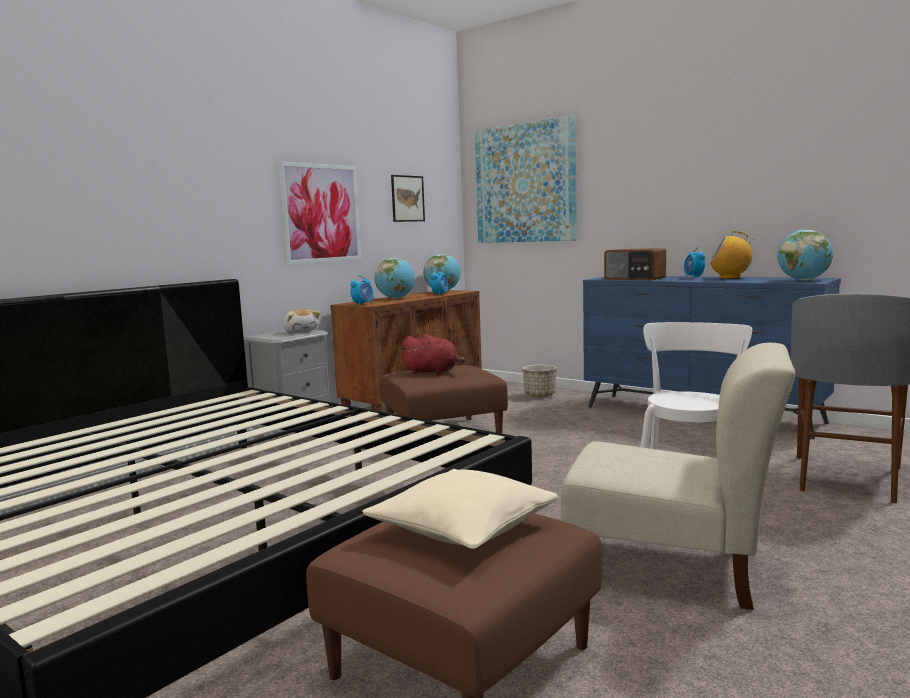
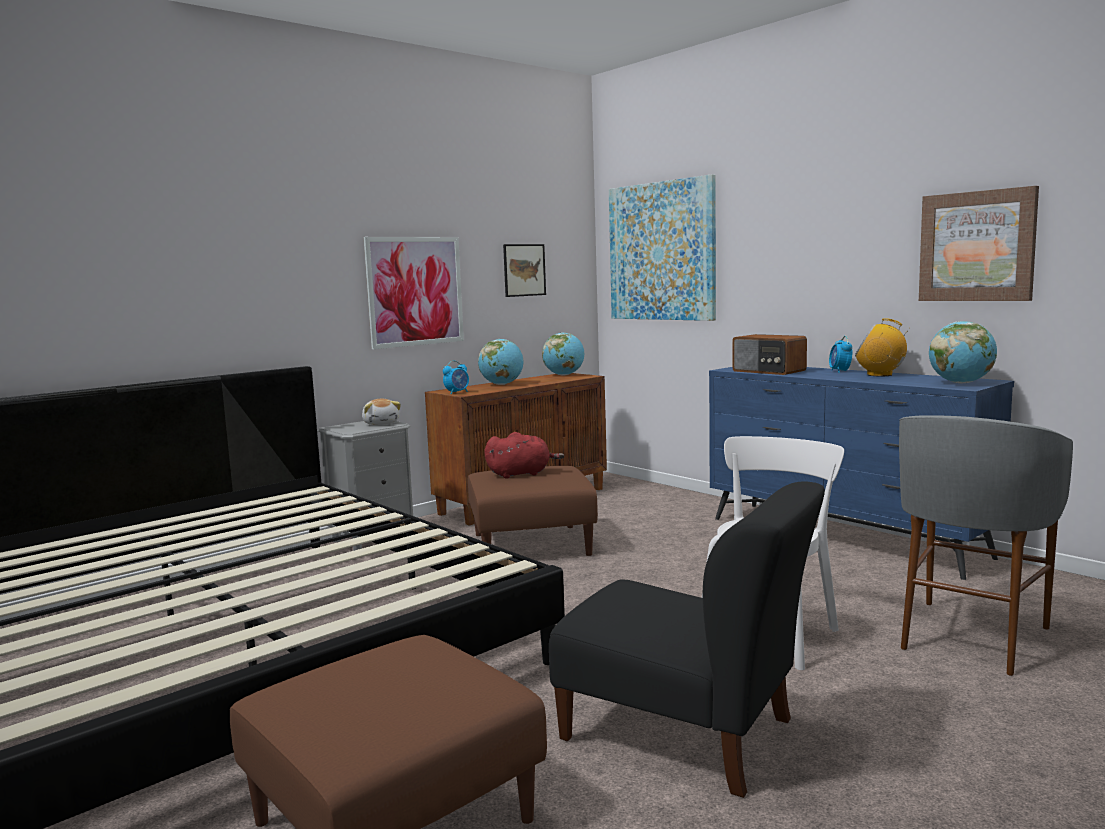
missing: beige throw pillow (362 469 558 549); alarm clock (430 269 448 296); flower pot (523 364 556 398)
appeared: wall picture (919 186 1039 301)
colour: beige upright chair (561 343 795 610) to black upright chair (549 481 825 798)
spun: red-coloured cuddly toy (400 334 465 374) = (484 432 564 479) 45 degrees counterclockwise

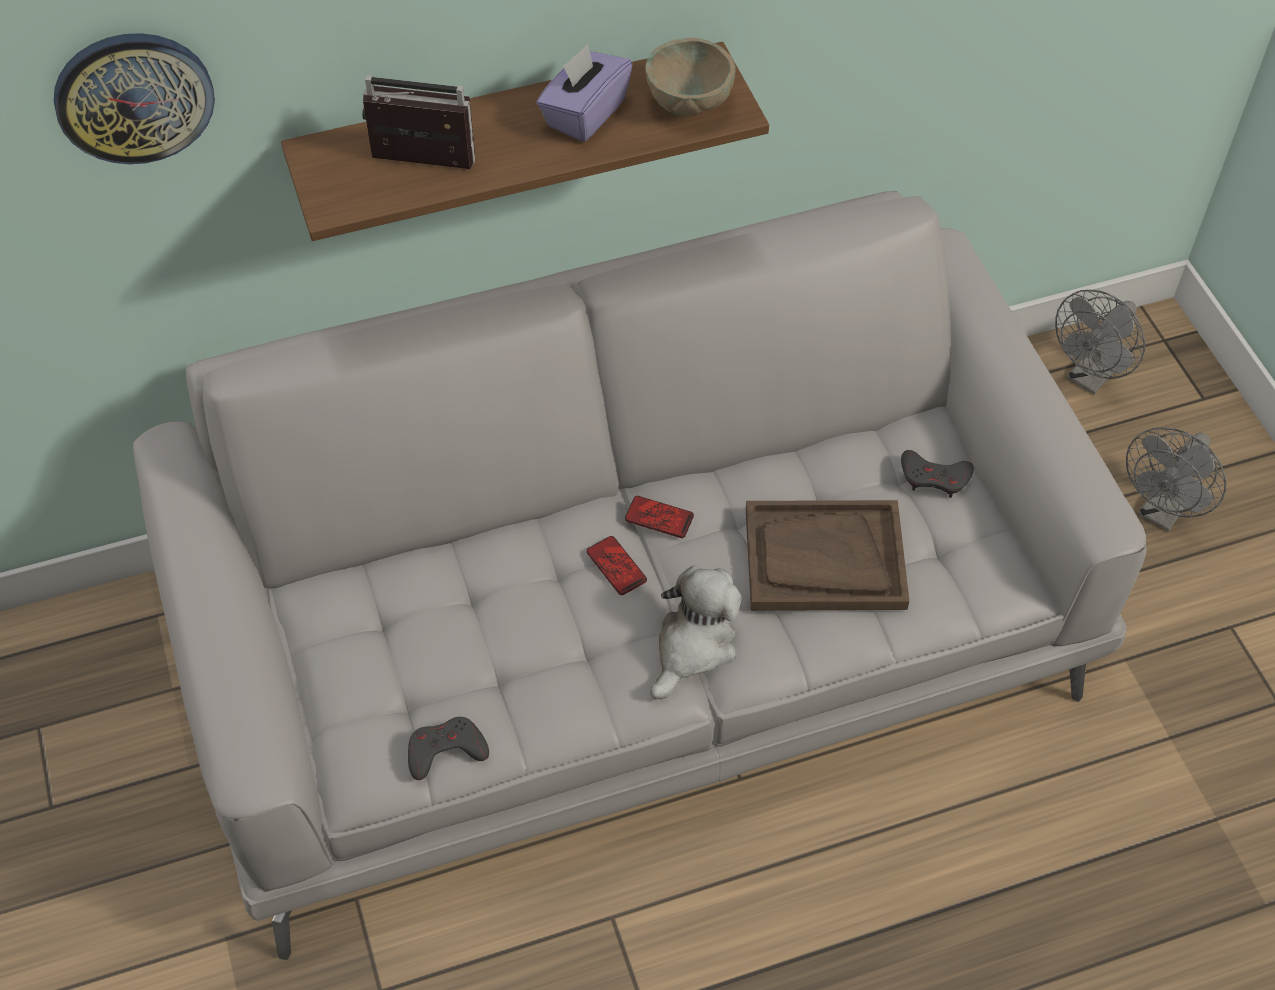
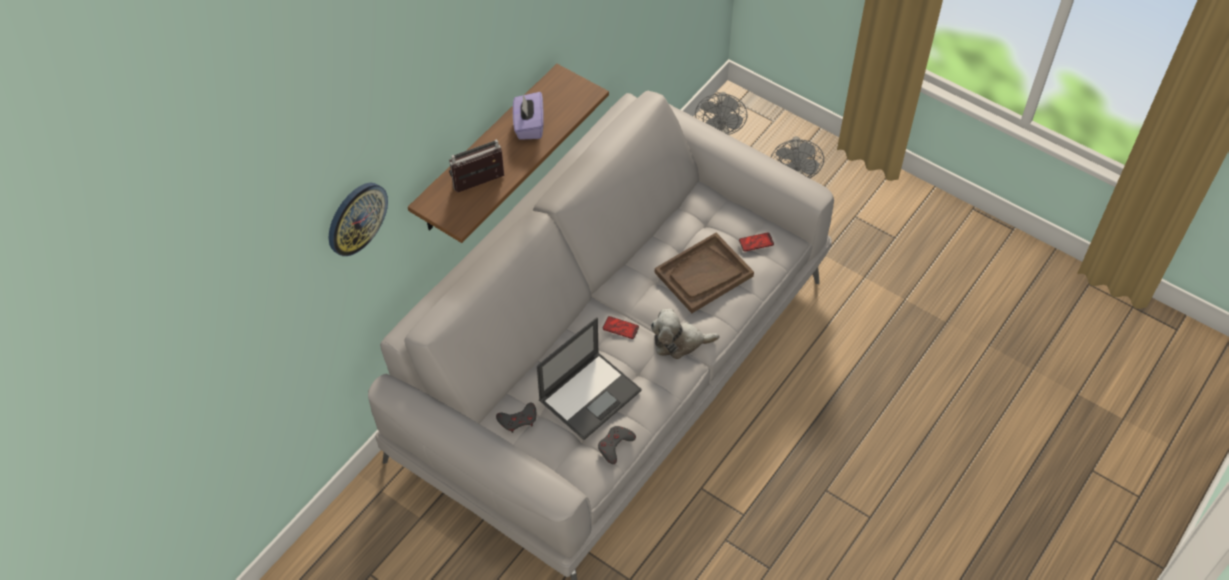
missing: beige bowl (646 38 735 116)
appeared: laptop (537 317 642 440)
relocated: gray game controller (901 450 974 498) to (496 403 536 433); phone (625 496 694 538) to (739 232 774 252)
spun: cuddly toy (650 565 742 699) = (651 309 720 359) 90 degrees counterclockwise

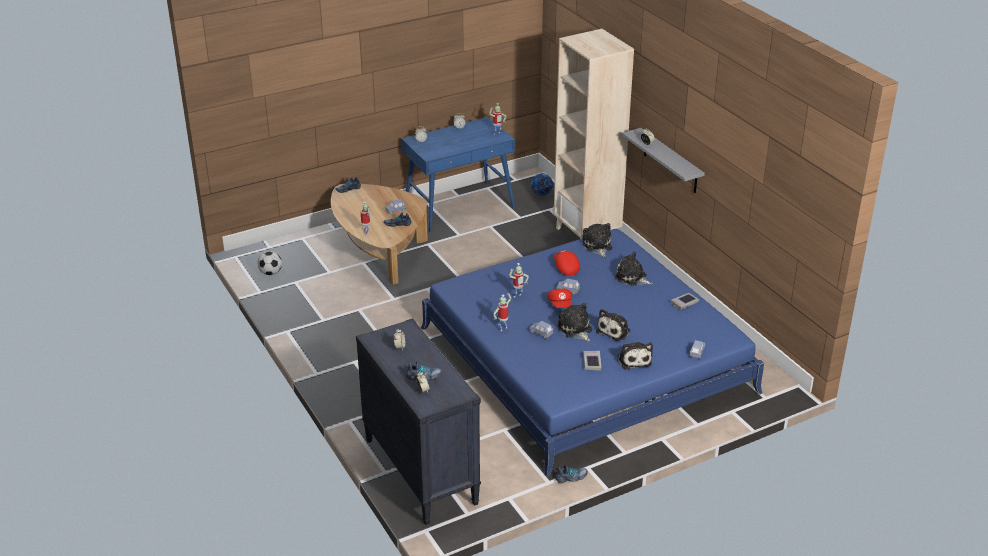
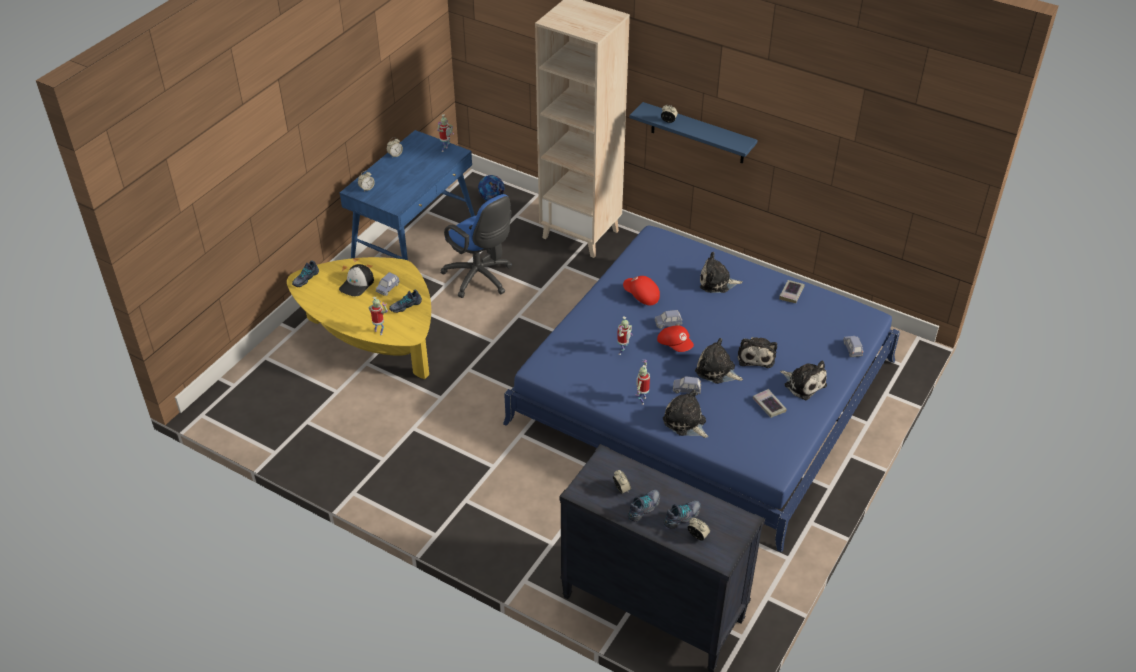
missing: football (258 251 282 275)
appeared: baseball cap (339 264 374 296); blue-coloured computer chair (440 194 512 298)
relocated: shoe (555 465 588 483) to (627 489 660 522); cuddly toy (582 223 612 257) to (663 390 708 438)
colour: brownish low table (331 184 428 285) to yellow low table (287 257 431 379); gray bracket shelf (622 128 705 193) to blue-coloured bracket shelf (630 102 757 164)

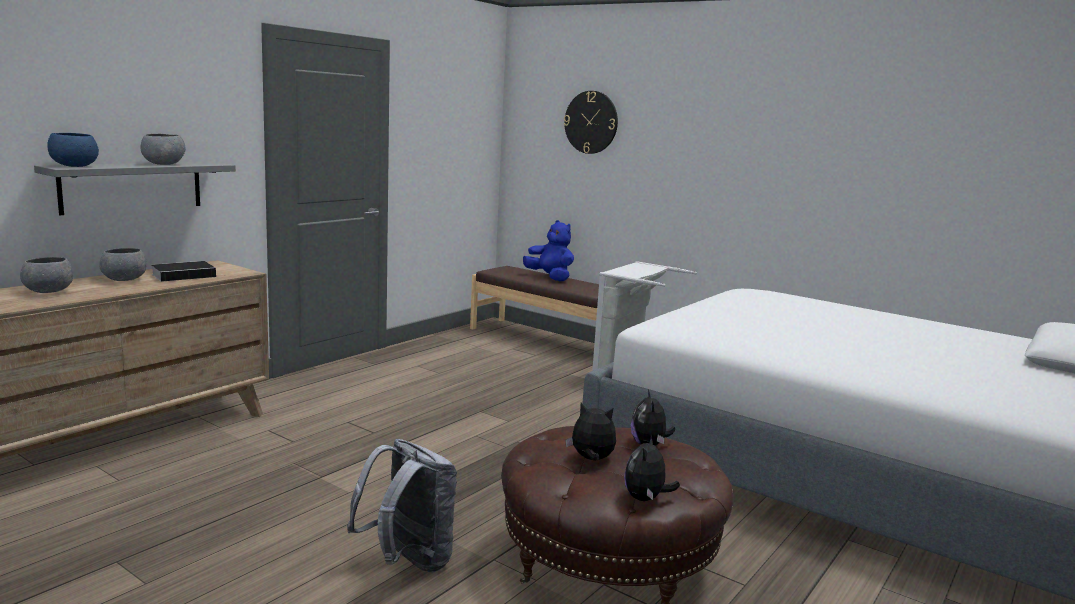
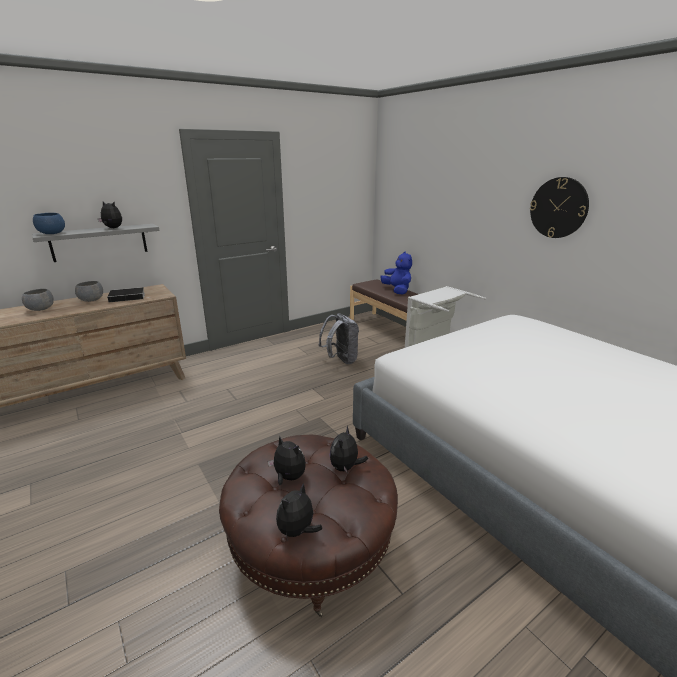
relocated: gray backpack (347 439 457 573) to (319 313 359 364); hanging clock (564 91 618 154) to (530 177 589 238)
exchanged: gray bowl (141 134 186 165) to cuddly toy (98 201 122 228)

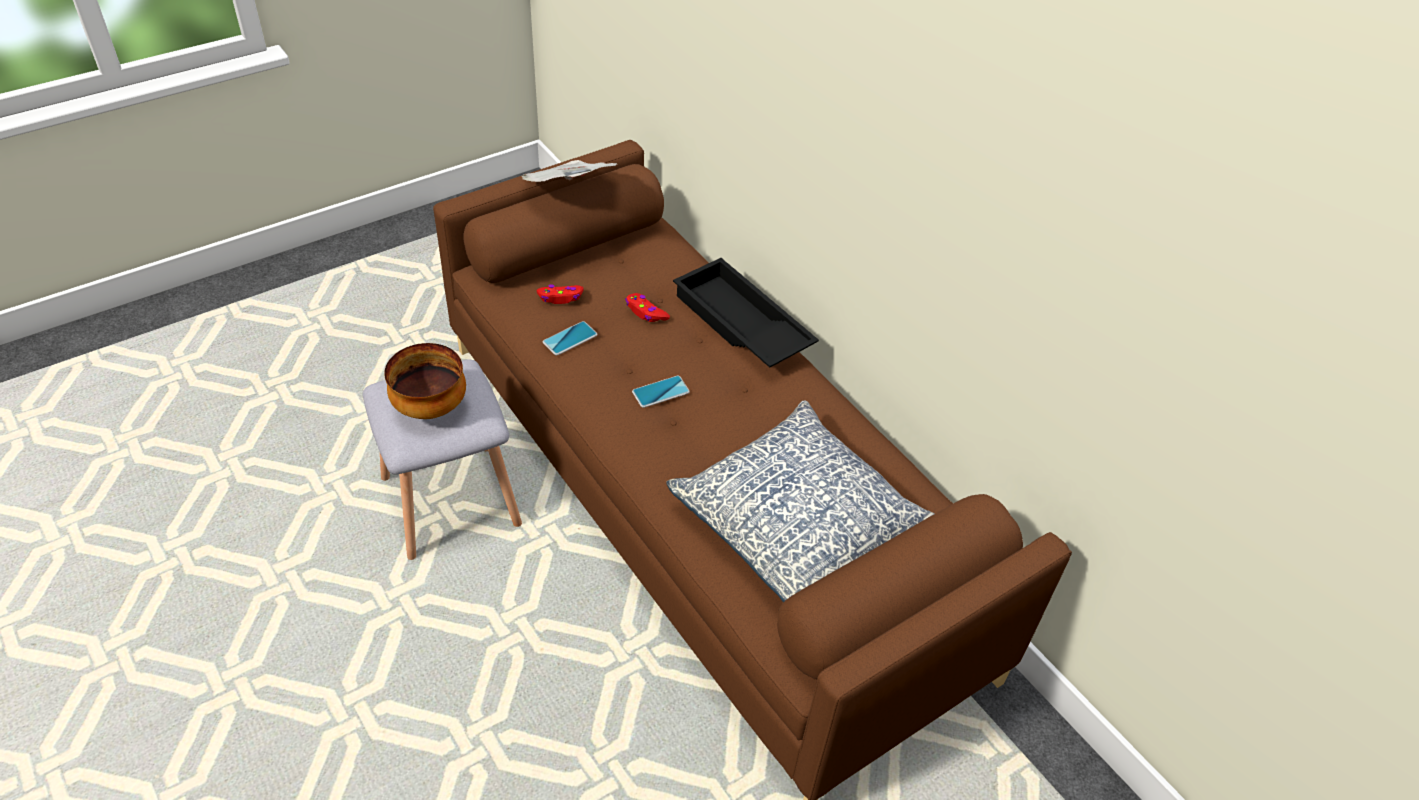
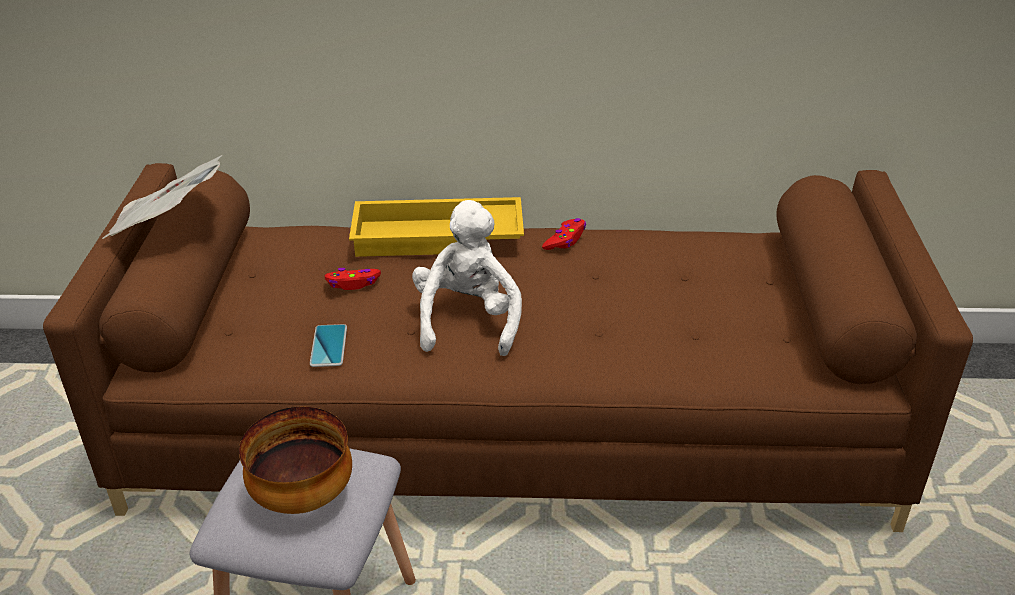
missing: throw pillow (666 401 935 602)
relocated: red-coloured game controller (537 285 584 304) to (542 218 586 250)
exchanged: phone (632 376 690 408) to white-coloured cuddly toy (412 200 522 356)
colour: black carrying tray (673 258 819 368) to yellow carrying tray (349 197 524 257)

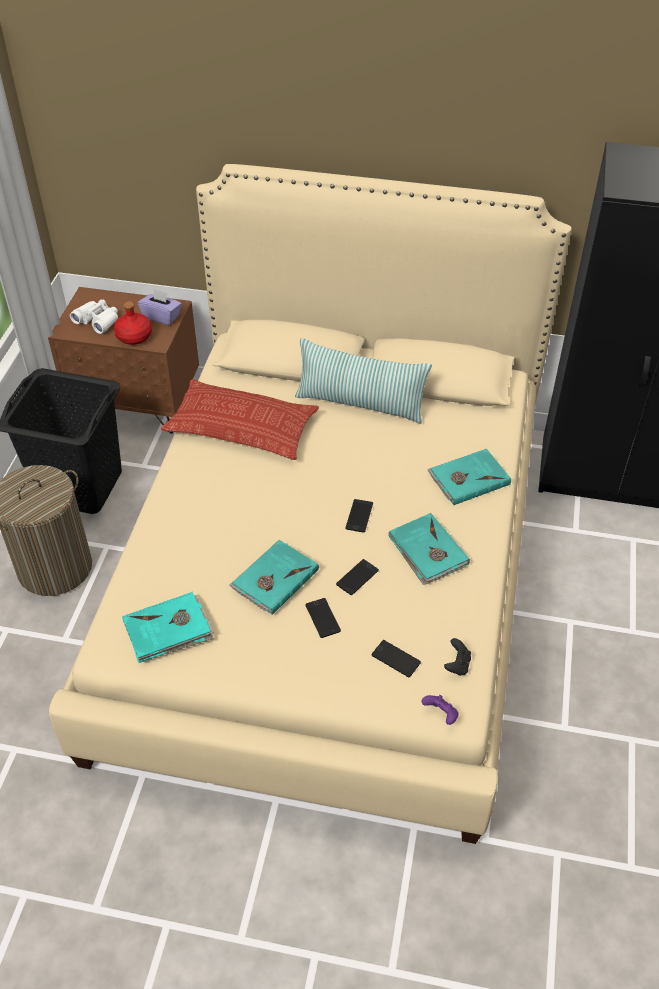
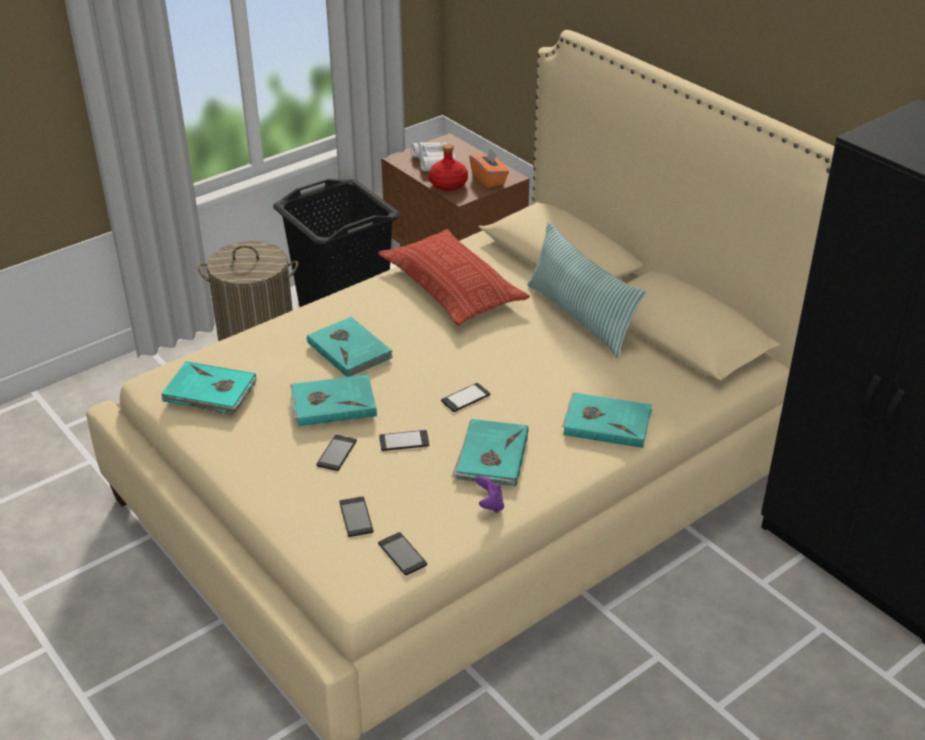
appeared: turquoise volume (307 317 393 377)
relocated: purple-coloured game controller (422 695 459 725) to (475 476 504 513)
exchanged: black game controller (444 638 471 676) to phone (378 532 427 575)
colour: purple-coloured box of tissues (138 289 182 325) to orange box of tissues (469 148 509 188)

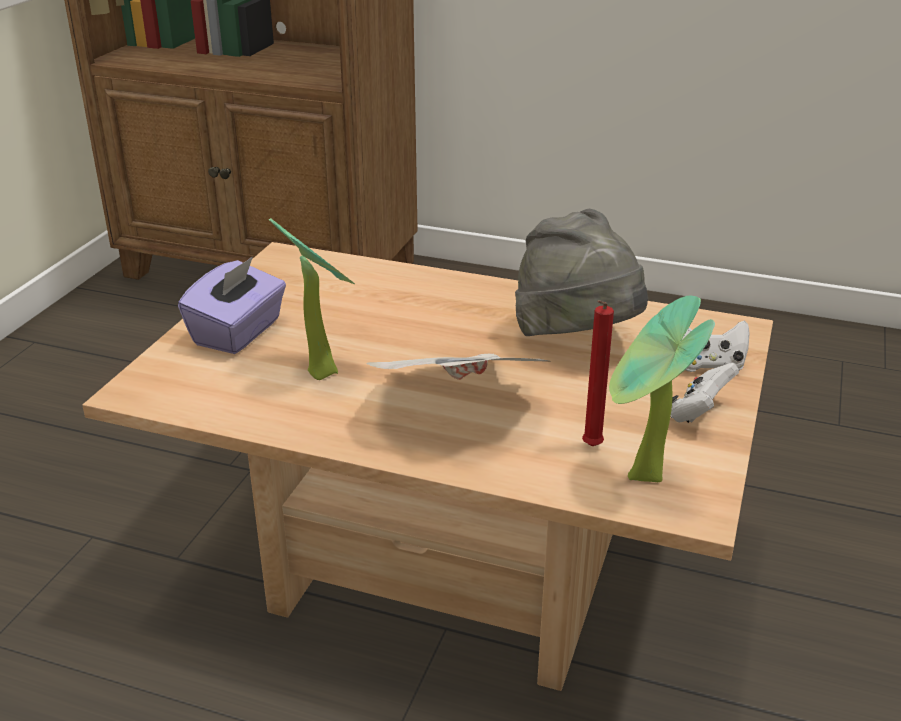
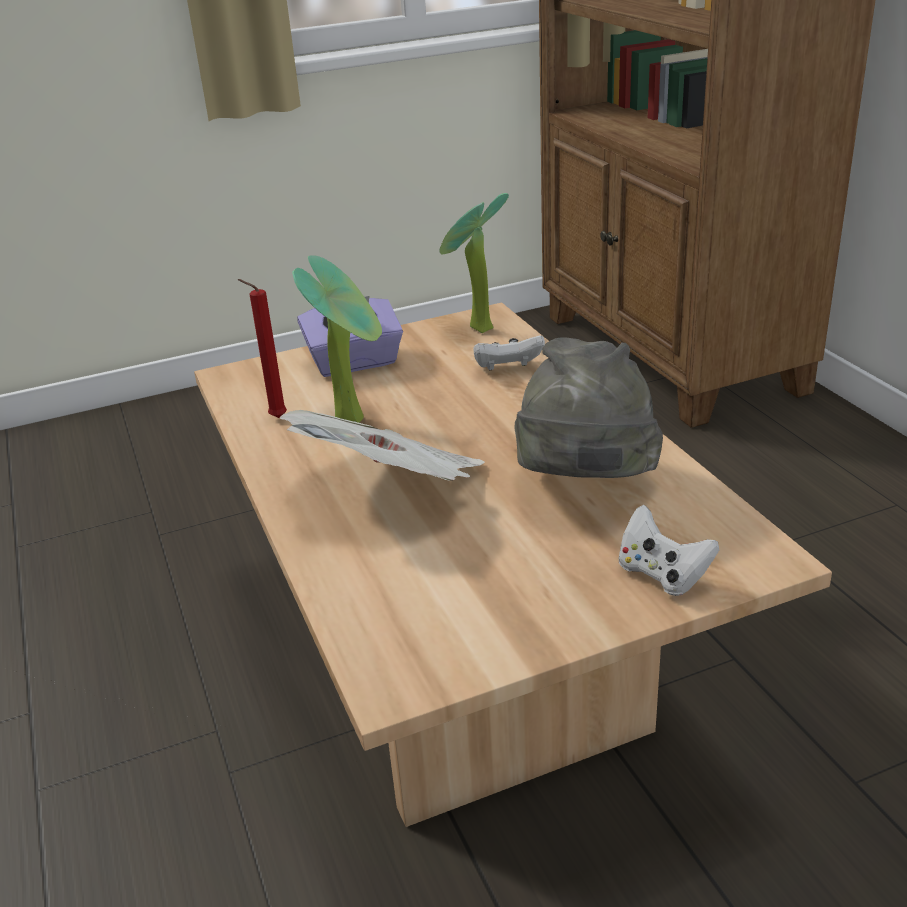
relocated: red-coloured wax light (582 300 614 446) to (238 279 287 418); potted plant (609 296 715 482) to (439 193 509 333); white-coloured game controller (670 363 739 423) to (473 335 545 371)

